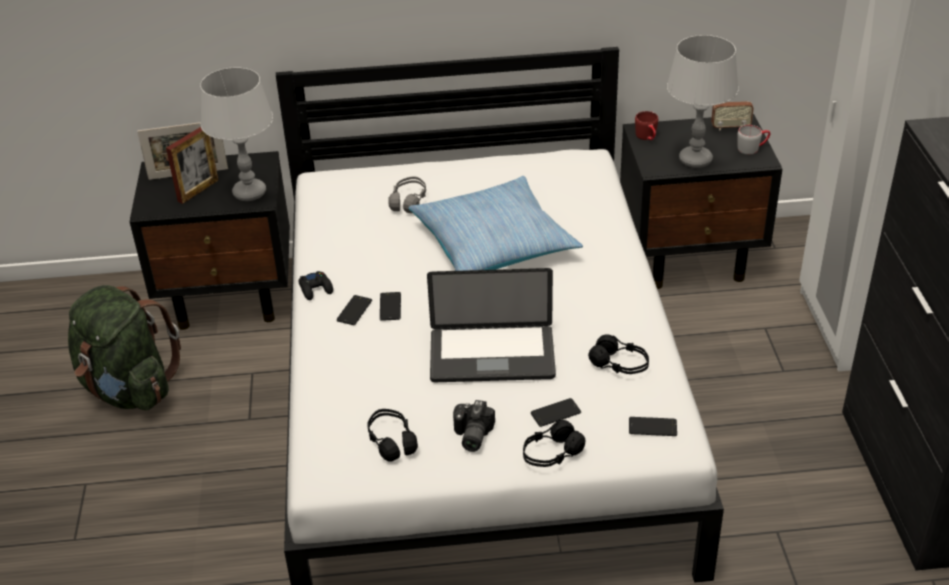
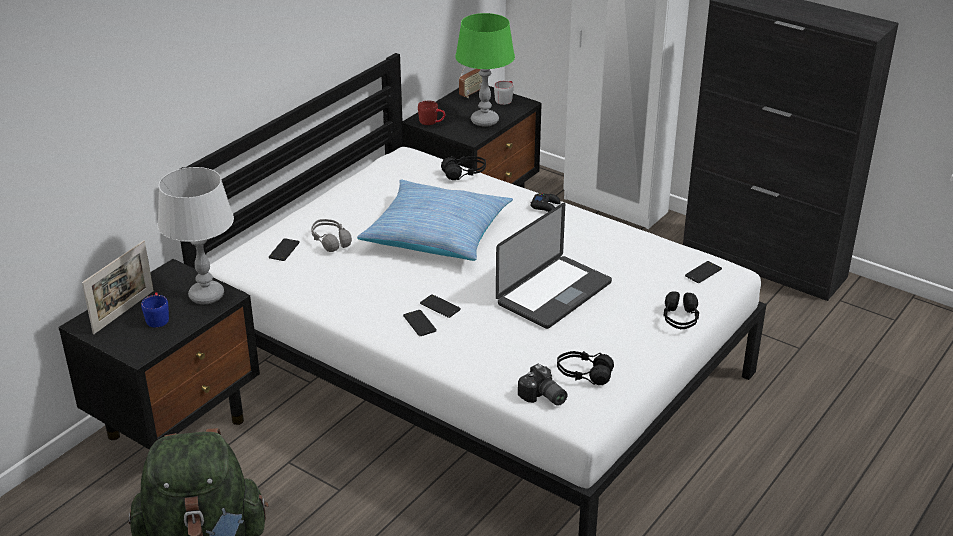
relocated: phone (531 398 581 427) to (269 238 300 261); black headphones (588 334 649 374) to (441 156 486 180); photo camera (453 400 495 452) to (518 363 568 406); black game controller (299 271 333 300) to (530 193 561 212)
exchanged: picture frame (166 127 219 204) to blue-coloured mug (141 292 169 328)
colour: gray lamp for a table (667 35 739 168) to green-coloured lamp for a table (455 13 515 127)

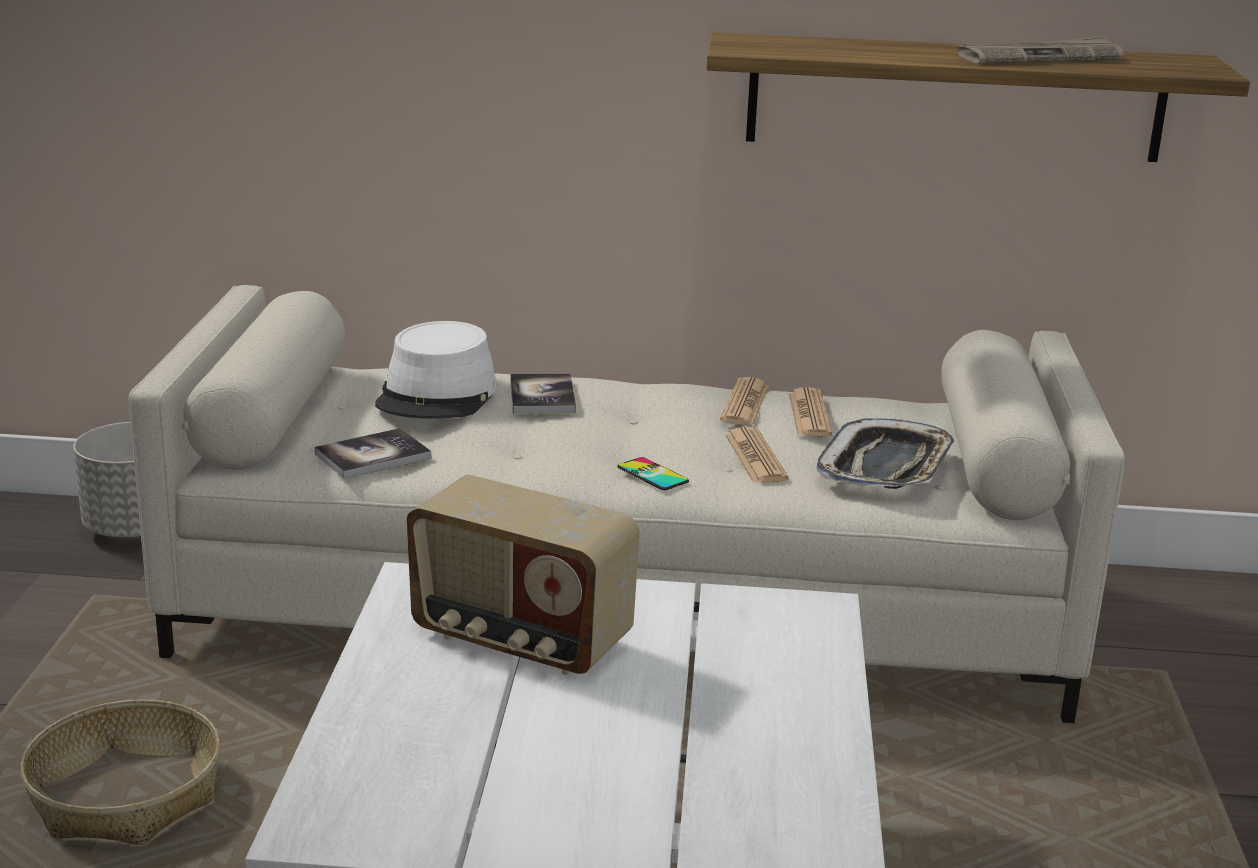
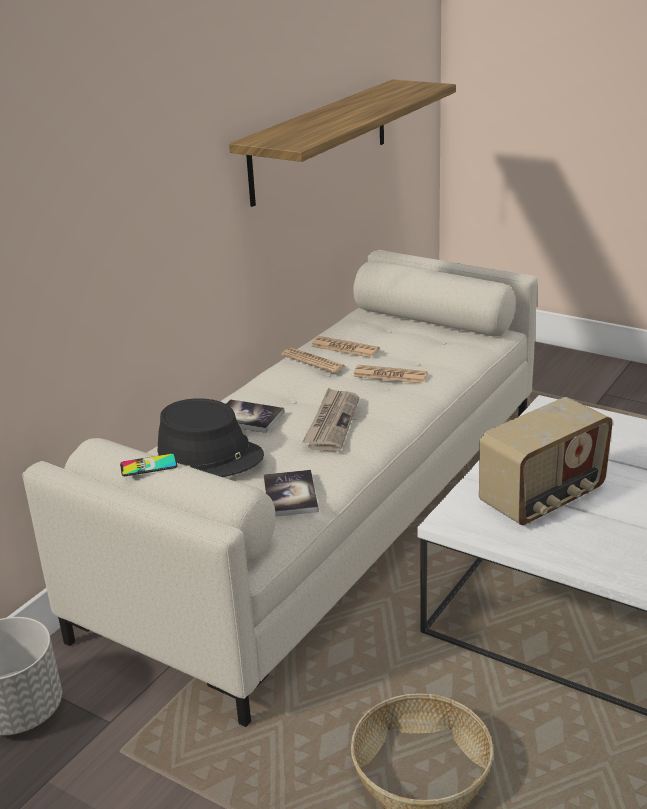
missing: carrying tray (817 418 954 489)
relocated: phone (617 457 689 490) to (120 454 178 476); printed paper (957 36 1124 64) to (303 387 359 452)
colour: white-coloured clothing hat (375 321 497 419) to black clothing hat (158 398 264 477)

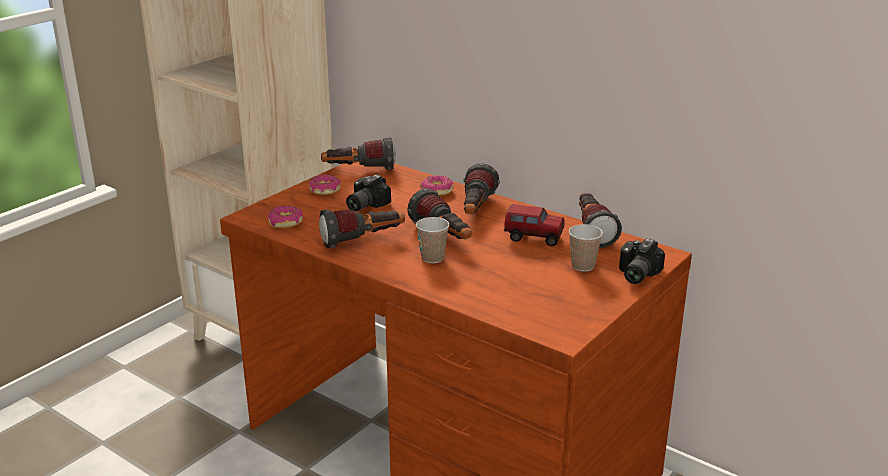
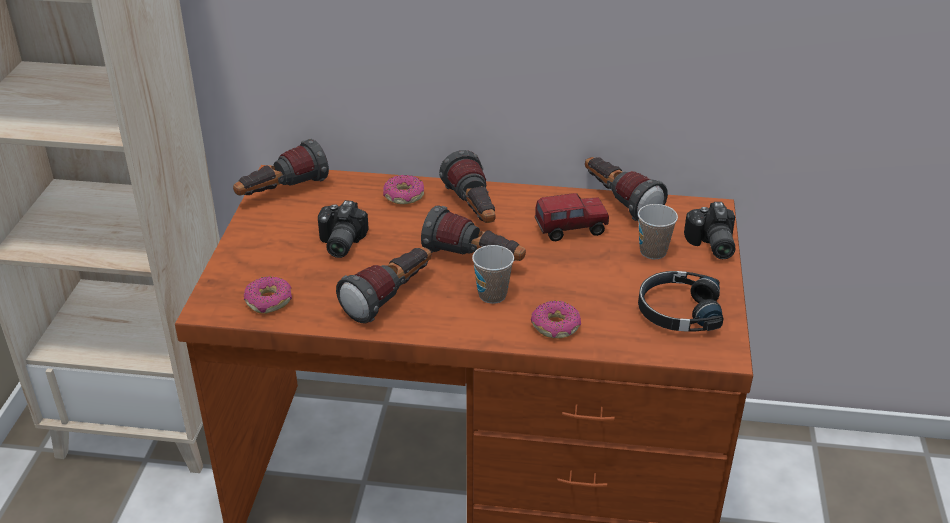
appeared: black headphones (638 271 724 332)
relocated: ring doughnut (308 175 341 195) to (531 301 581 338)

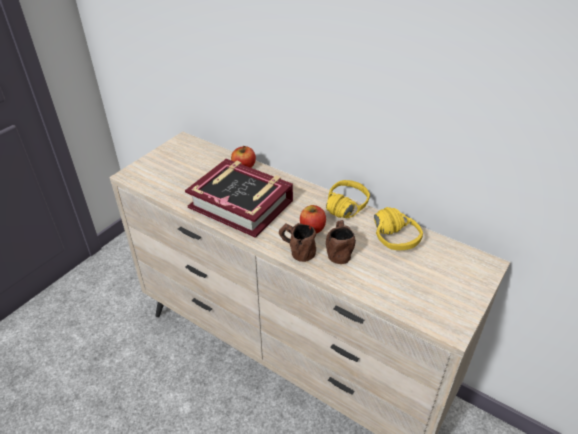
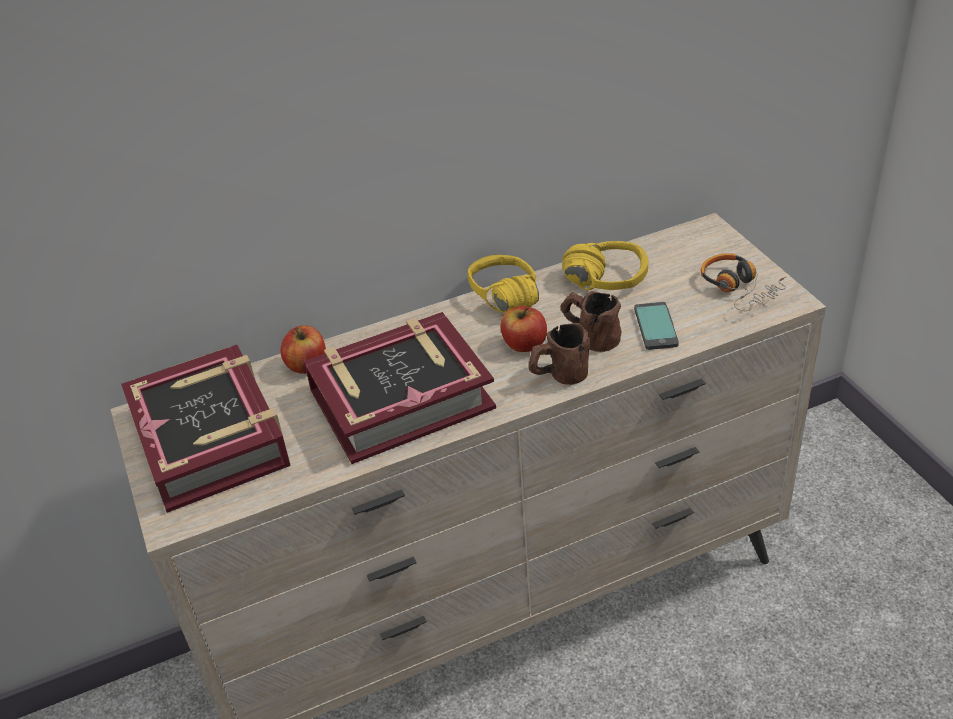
appeared: volume (121 345 291 513); phone (634 302 679 350); headphones (701 253 786 311)

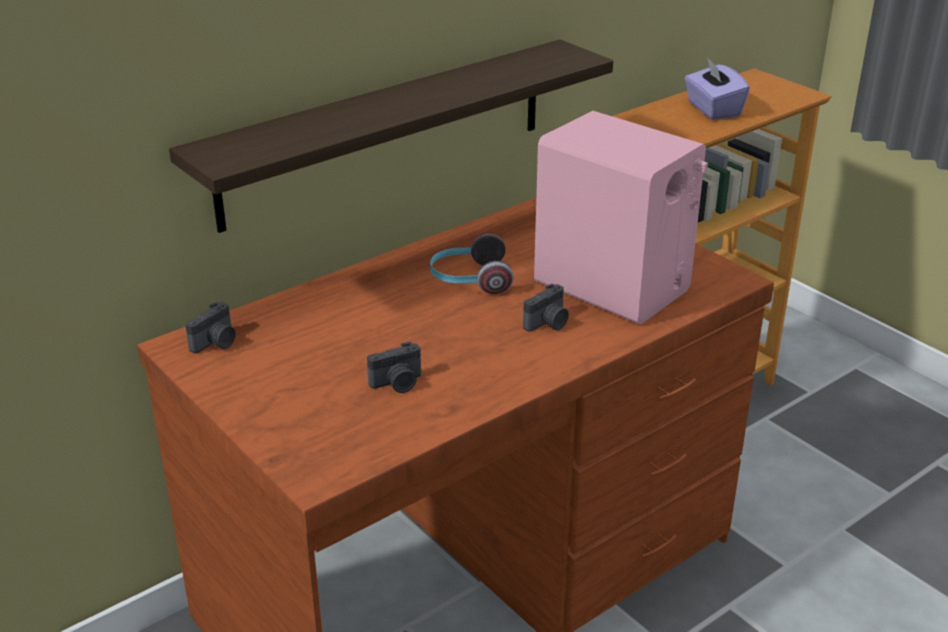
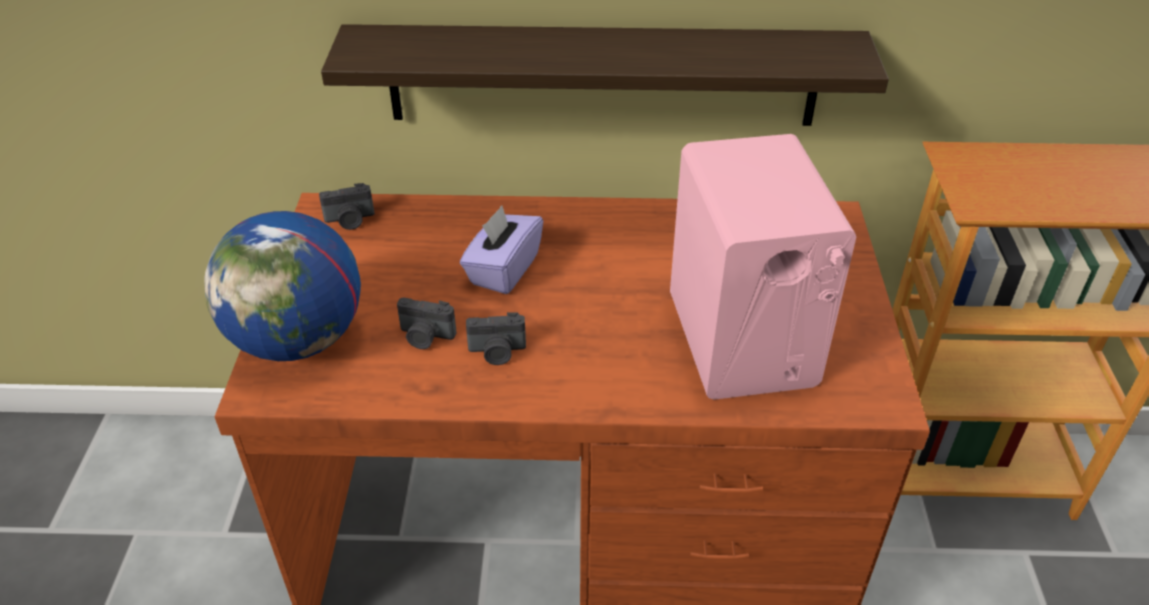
missing: headphones (430 234 514 294)
appeared: world globe (204 211 361 361)
relocated: purple-coloured box of tissues (685 58 750 120) to (460 205 543 294); photo camera (523 284 569 332) to (466 312 526 365)

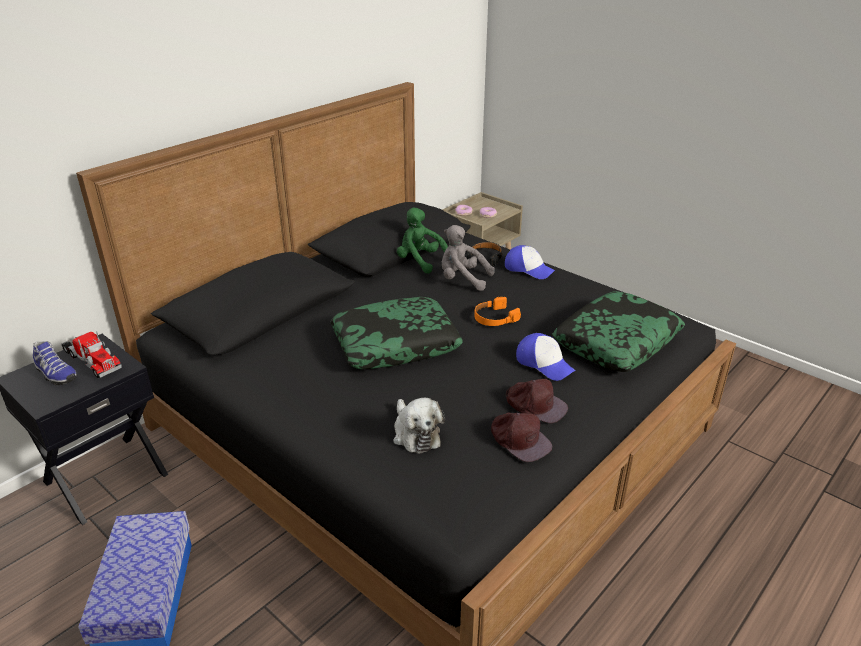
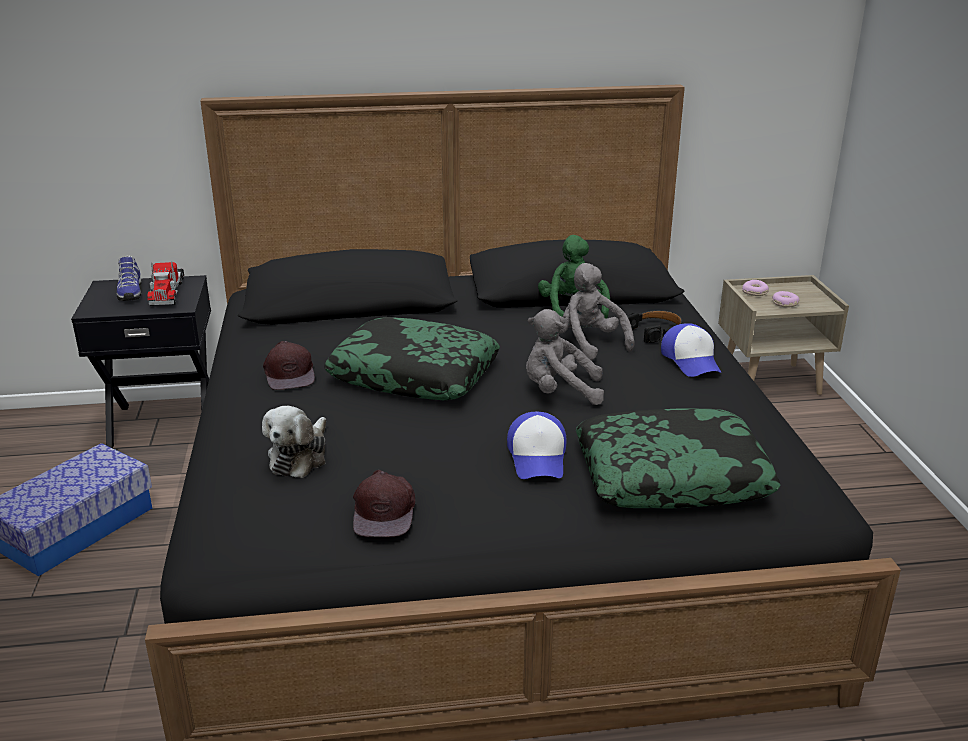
relocated: brownish baseball cap (506 379 568 423) to (263 341 315 390)
exchanged: orange headphones (474 297 521 326) to gray cuddly toy (526 309 604 405)

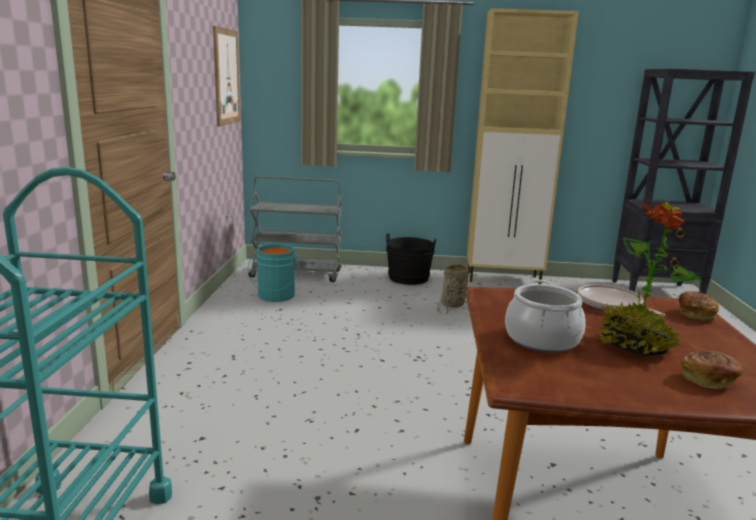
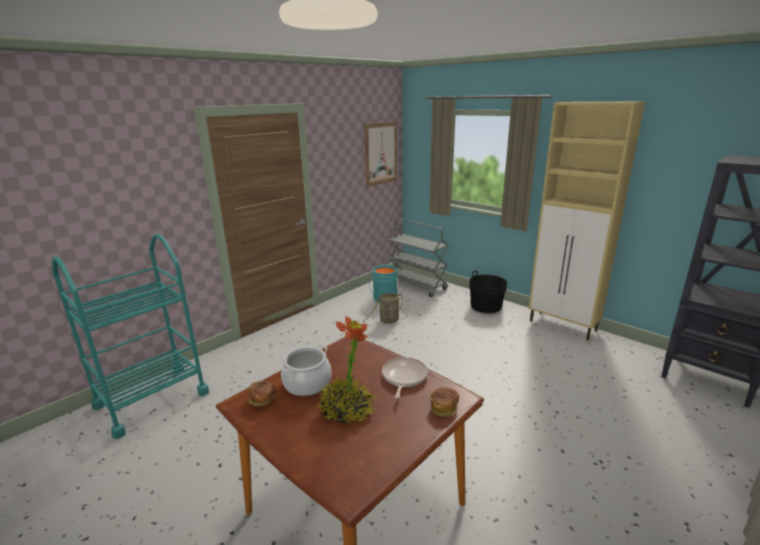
relocated: baked bread (681 350 743 389) to (248 381 276 407); household basket (437 263 469 315) to (363 293 408 326)

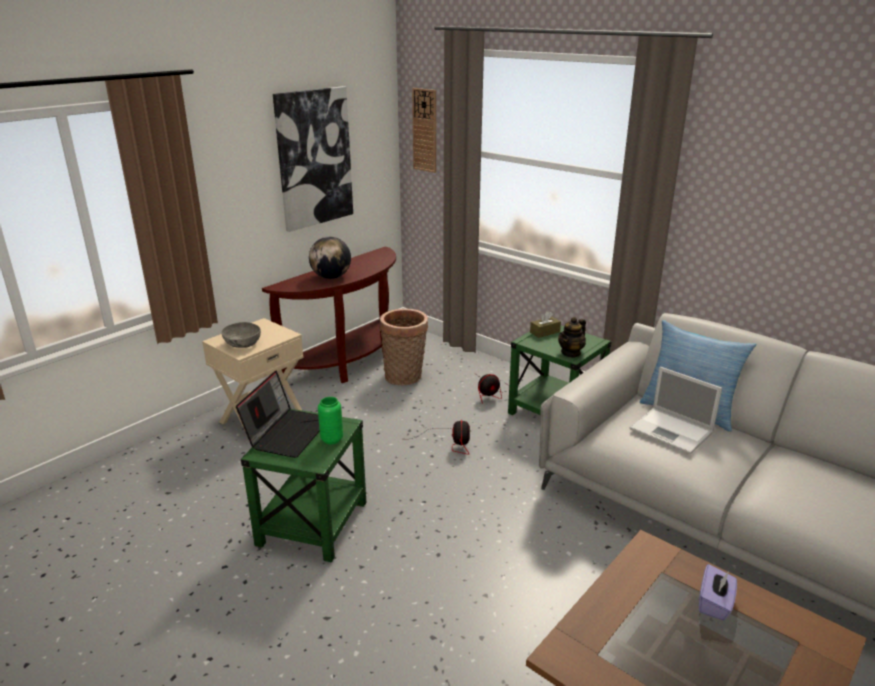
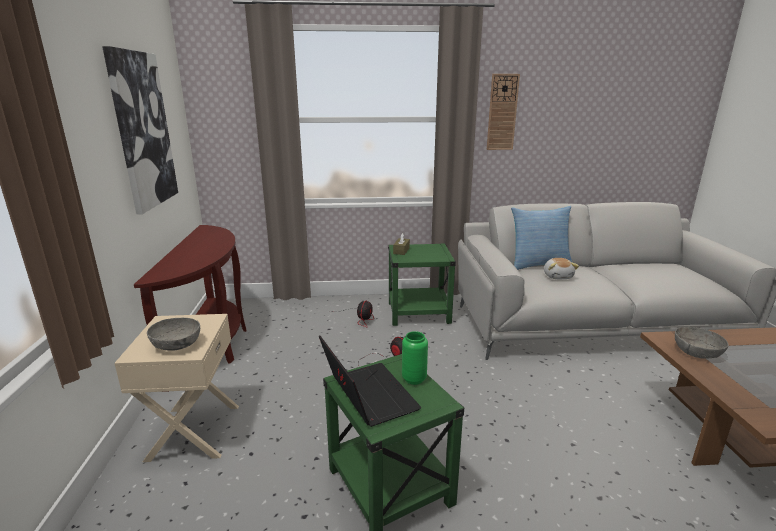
missing: world globe (309 237 351 279); household basket (380 309 428 386); tea pot (558 317 586 358); purple-coloured box of tissues (699 564 737 621)
appeared: gray bowl (675 327 729 359)
relocated: hanging clock (412 88 436 173) to (487 74 520 150)
exchanged: laptop (630 367 722 454) to cuddly toy (544 258 579 279)

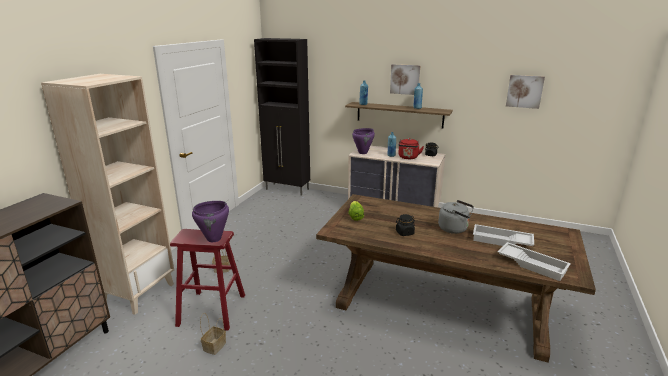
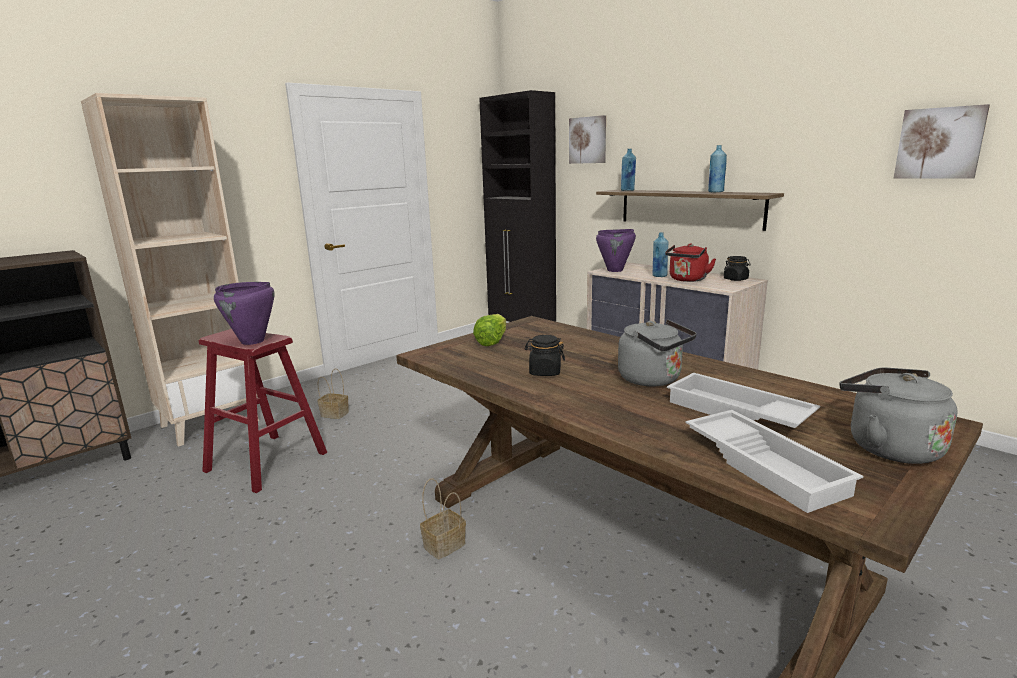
appeared: gray tea kettle (840 367 958 464)
relocated: household basket (200 313 226 355) to (420 478 466 560); wall picture (390 64 421 95) to (569 115 606 164)

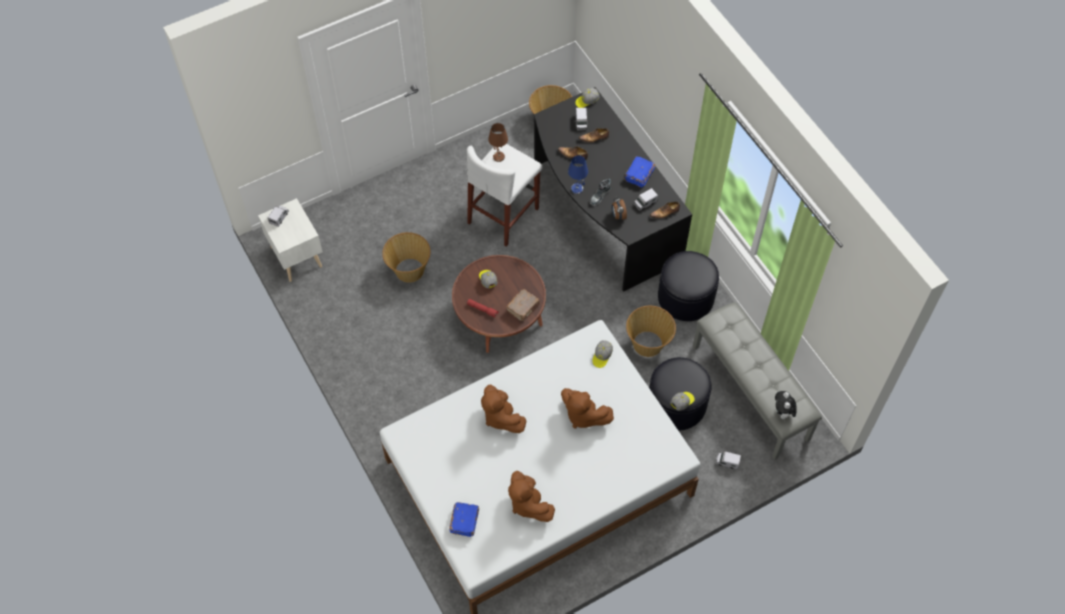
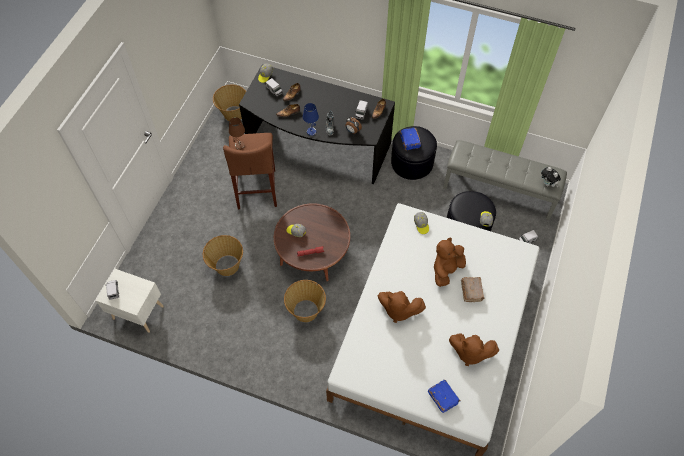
relocated: household basket (626 306 676 357) to (284 280 326 322); blue-coloured volume (624 156 655 188) to (400 128 421 150); brownish volume (506 289 540 321) to (461 277 485 302)
colour: white-coloured stool seat (467 144 542 247) to brownish stool seat (223 133 277 209)
spun: brownish cuddly toy (561 388 614 429) = (434 238 466 287) 135 degrees clockwise

